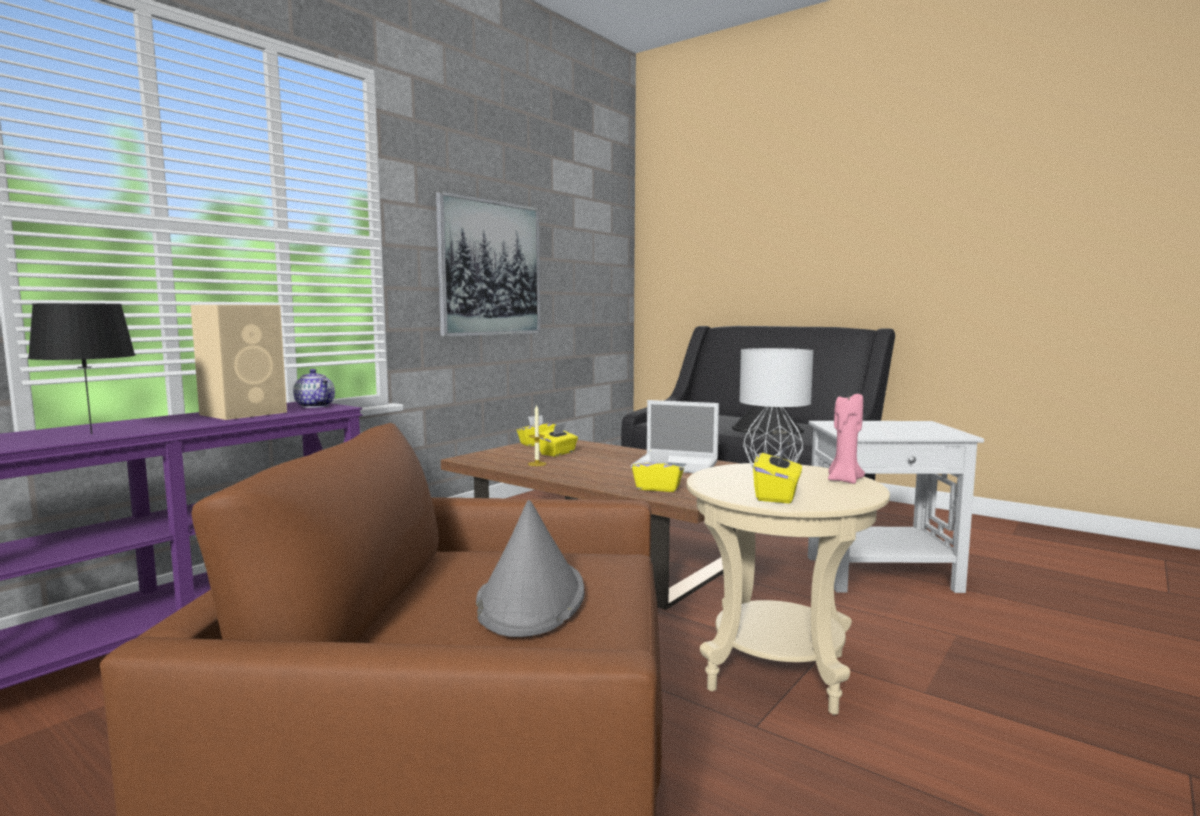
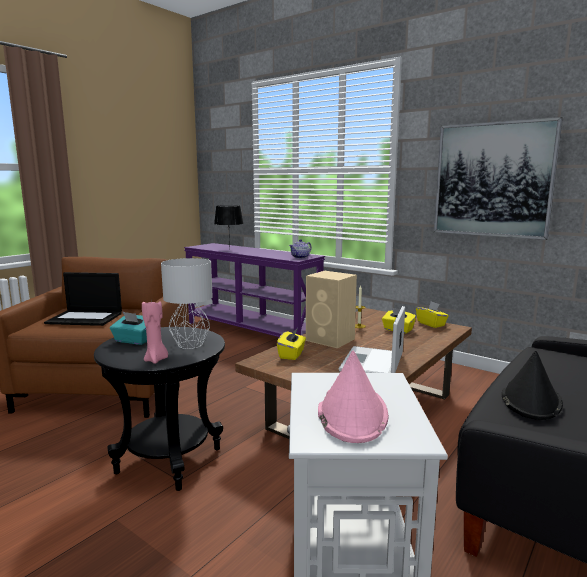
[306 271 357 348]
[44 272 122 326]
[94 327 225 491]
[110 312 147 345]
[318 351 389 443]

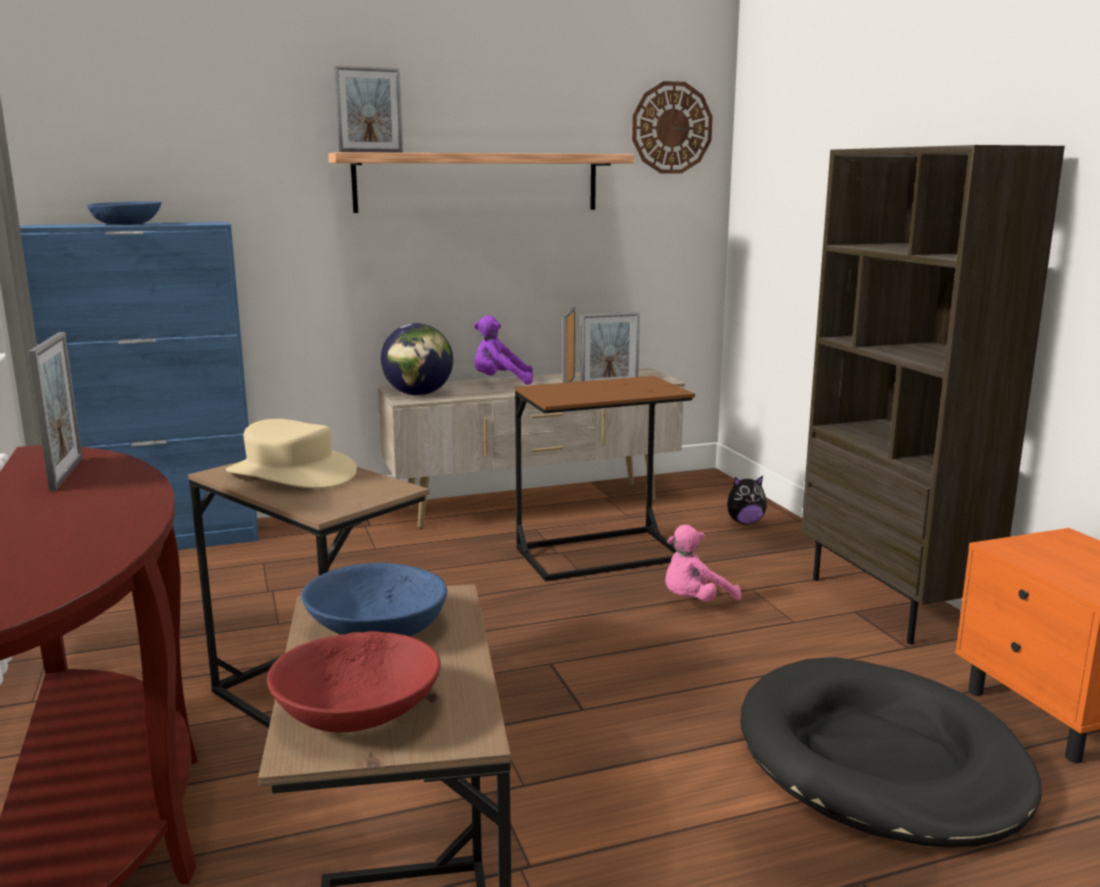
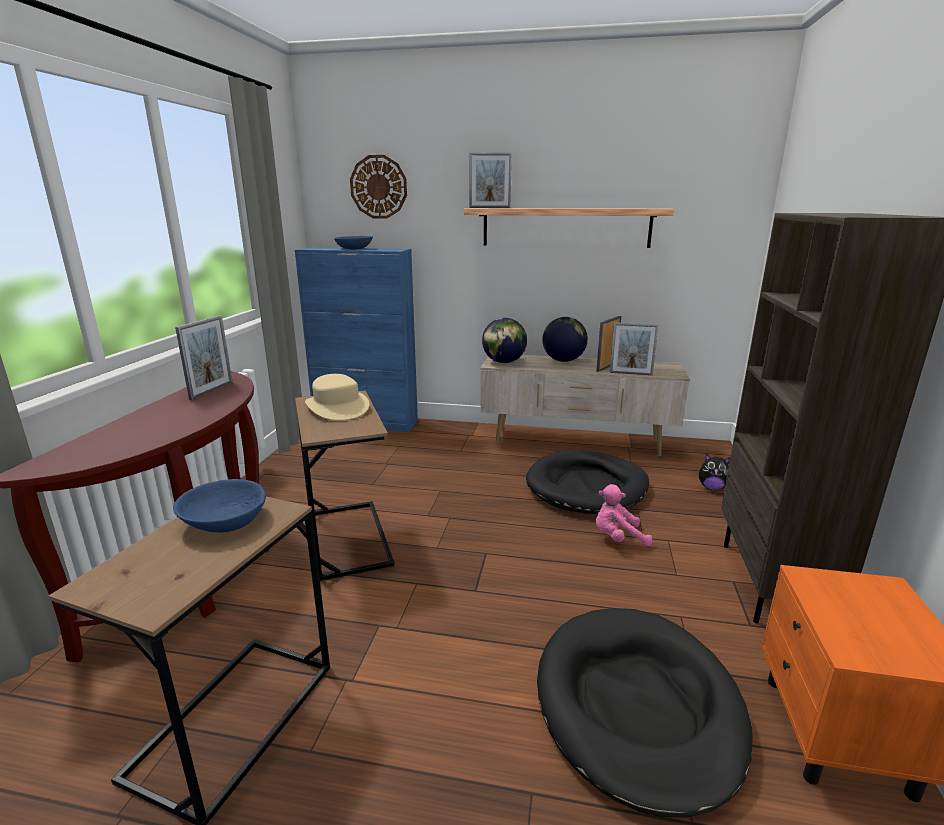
[267 631 441 733] (first image)
[542 317 588 362]
[526 449 649 514]
[350 155 407 218]

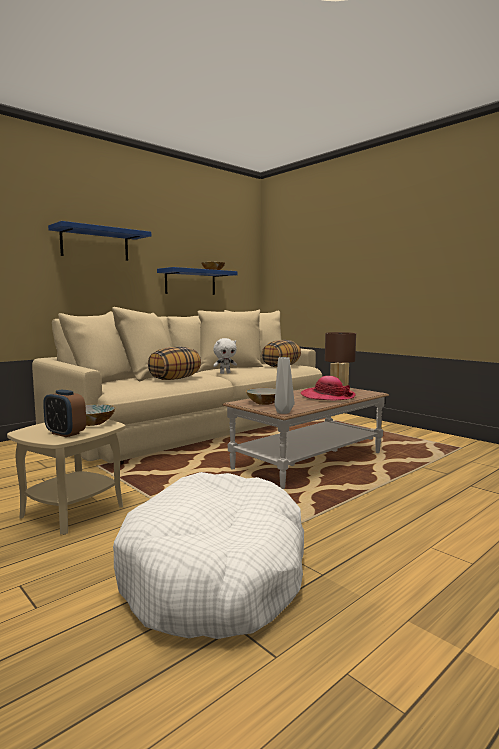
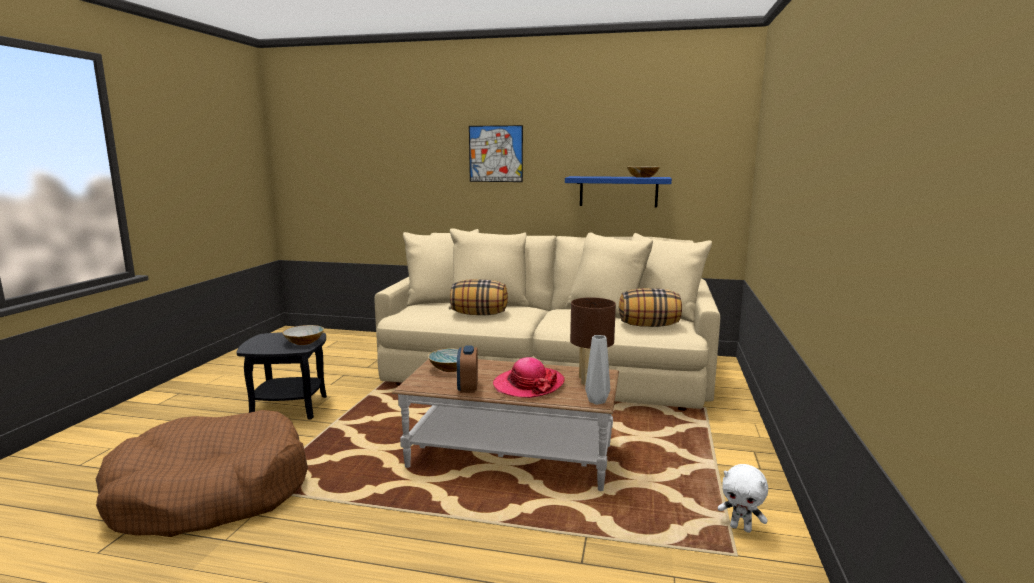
[237 332 327 419]
[457 345 478 393]
[469 125 523 182]
[96 410 308 537]
[718 464 768 533]
[585 335 610 405]

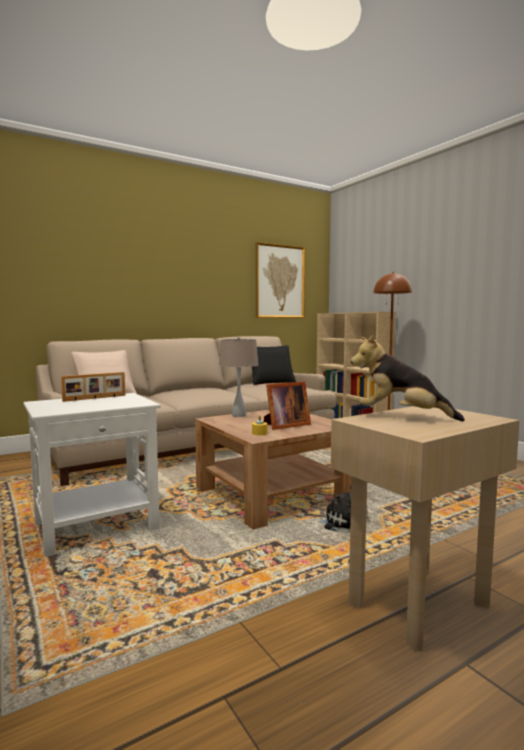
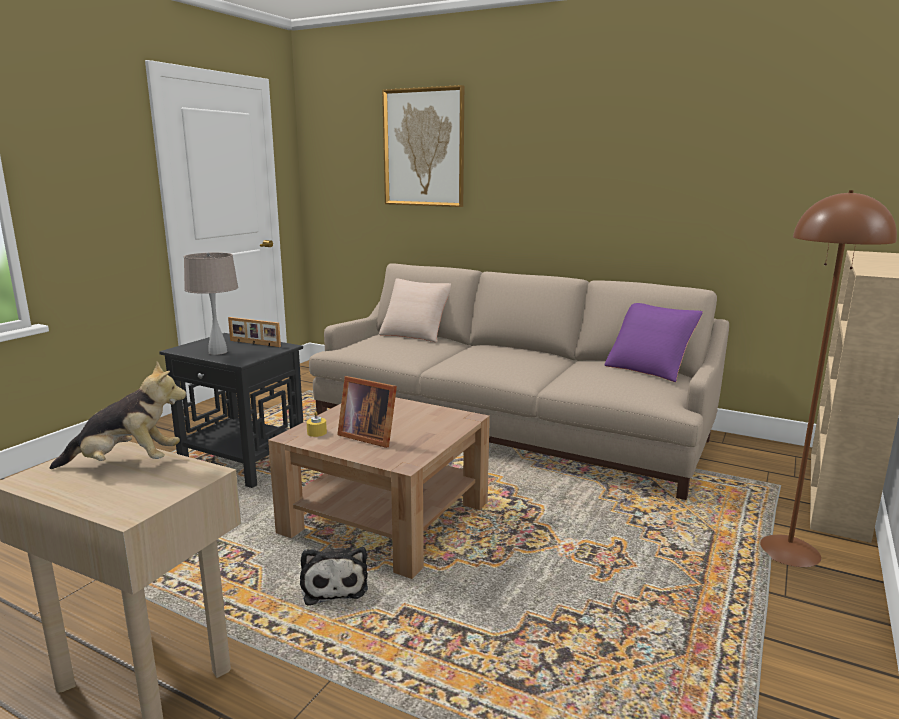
[159 333 303 488]
[184 252 238 355]
[604 303 703 382]
[382 85 464 207]
[50 362 186 469]

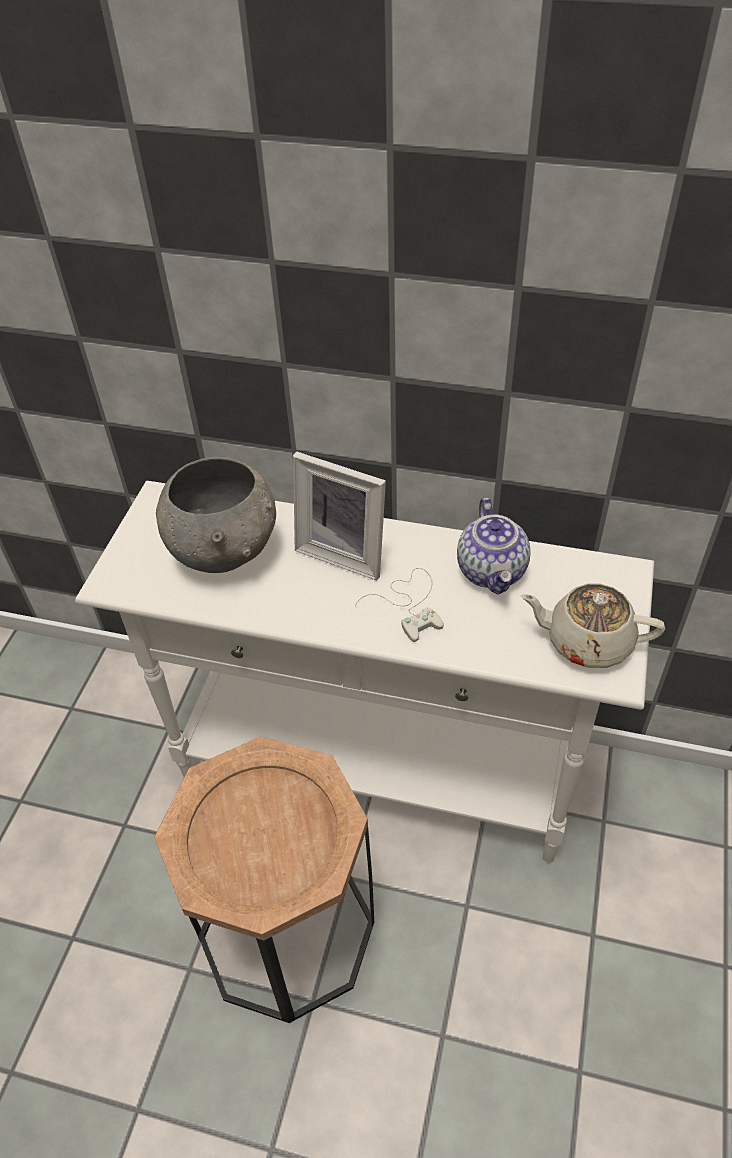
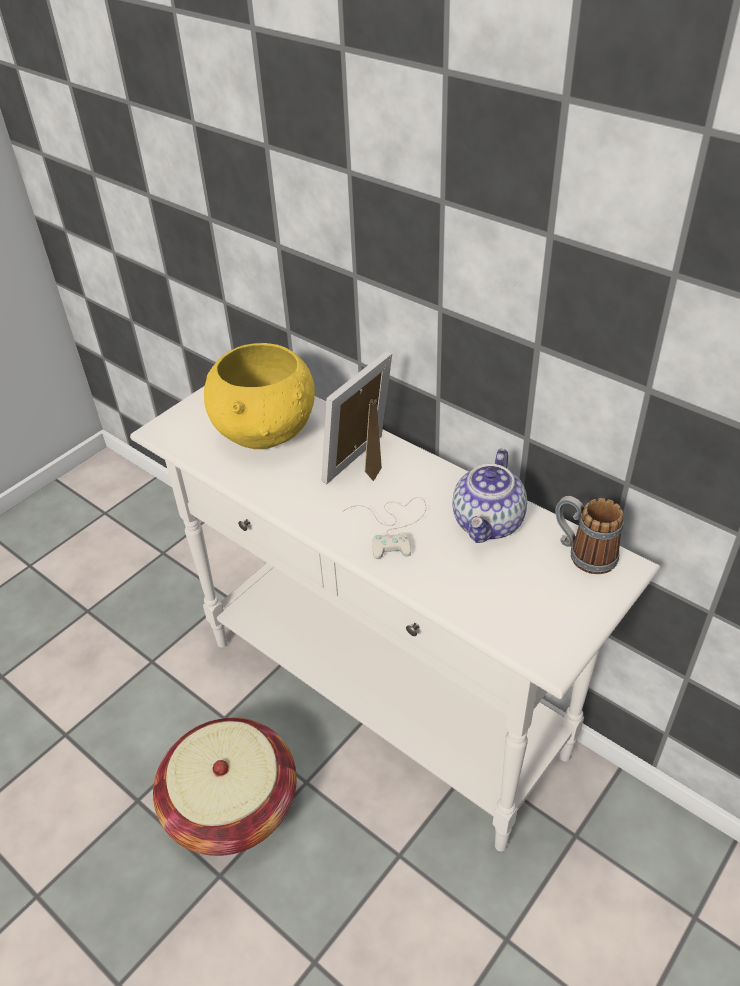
[153 718 297 856]
[204 343 315 449]
[322 351 392 484]
[520 583 665 668] (first image)
[555 496 623 574]

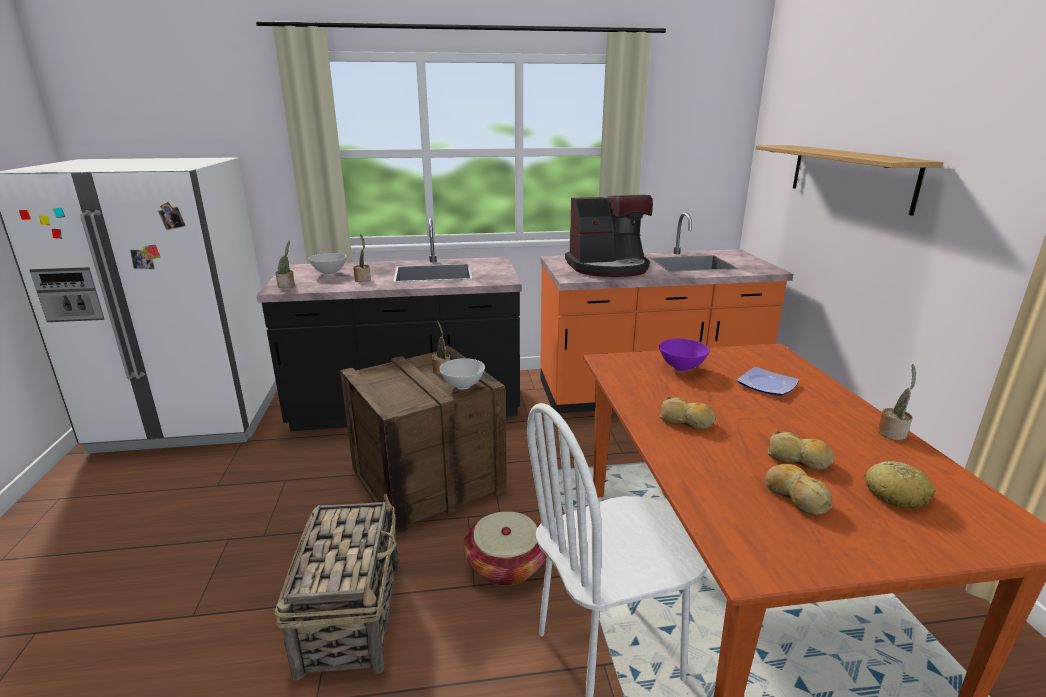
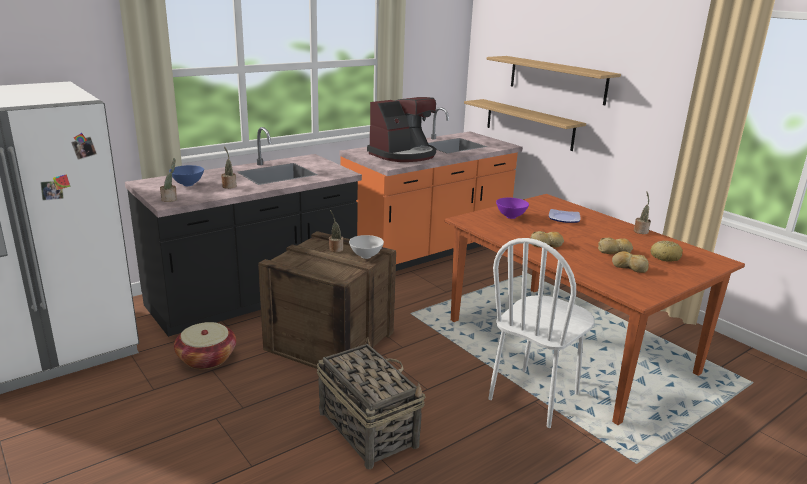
[169 165 204 186]
[174 322 236 369]
[464 99 586 151]

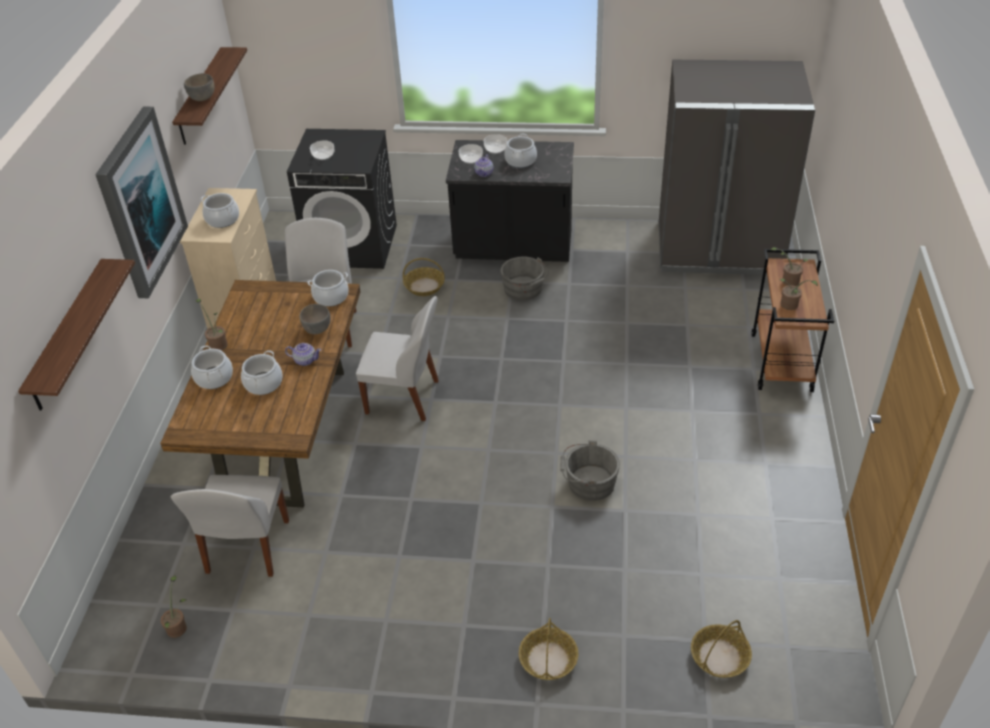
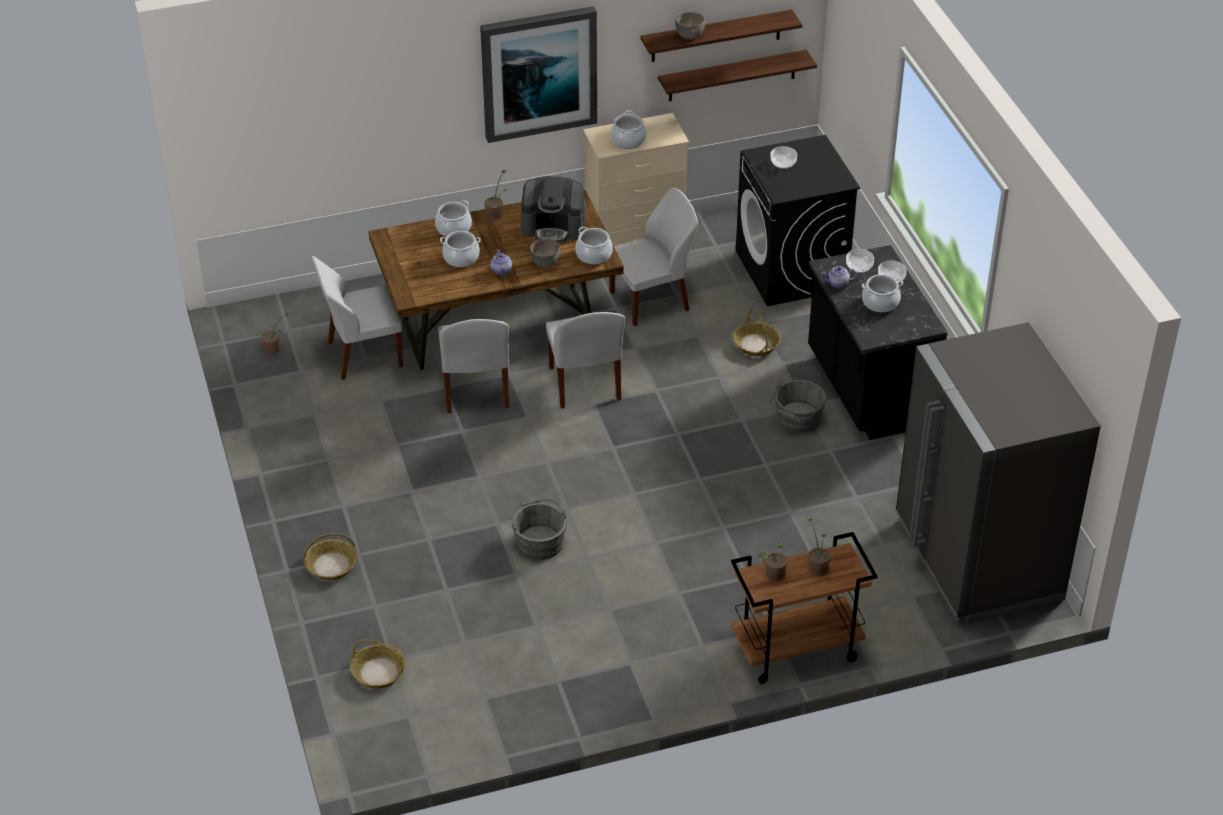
[658 50 817 101]
[438 319 509 413]
[521 176 585 243]

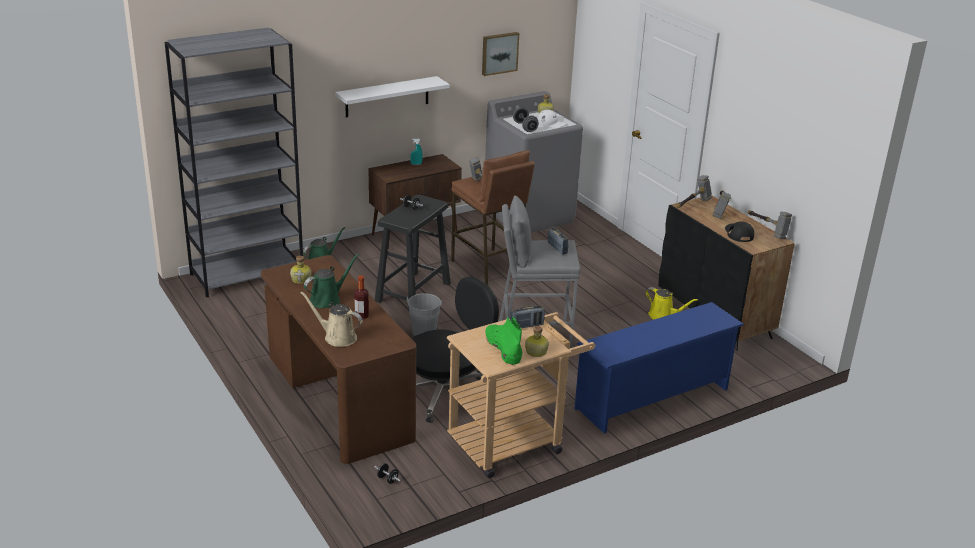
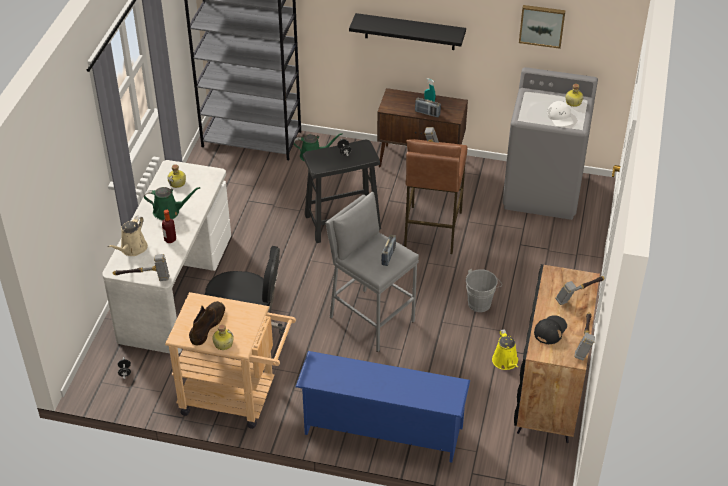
[102 160 231 354]
[107 216 148 256]
[349 13 466 50]
[466 269 502 312]
[189 301 225 345]
[415 98 441 117]
[513 107 539 132] (first image)
[112 254 170 281]

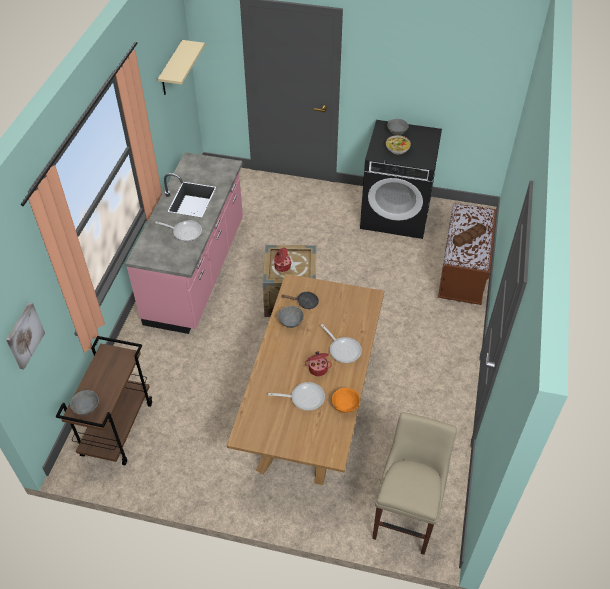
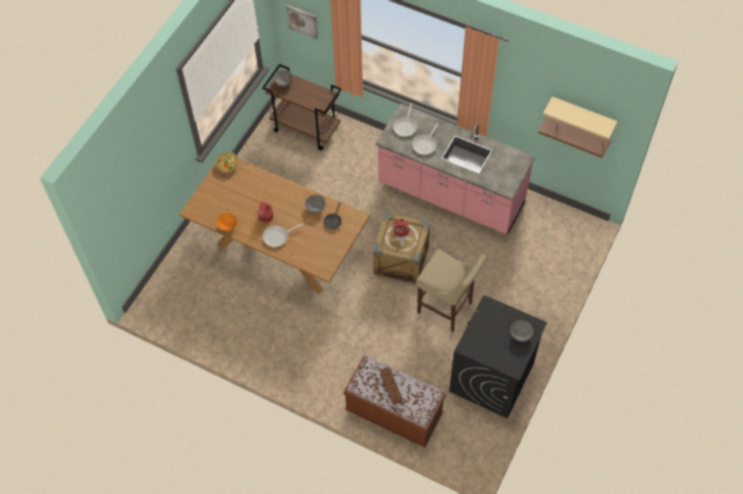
[393 103 417 137]
[416 249 486 332]
[215 152 239 172]
[538 116 611 158]

